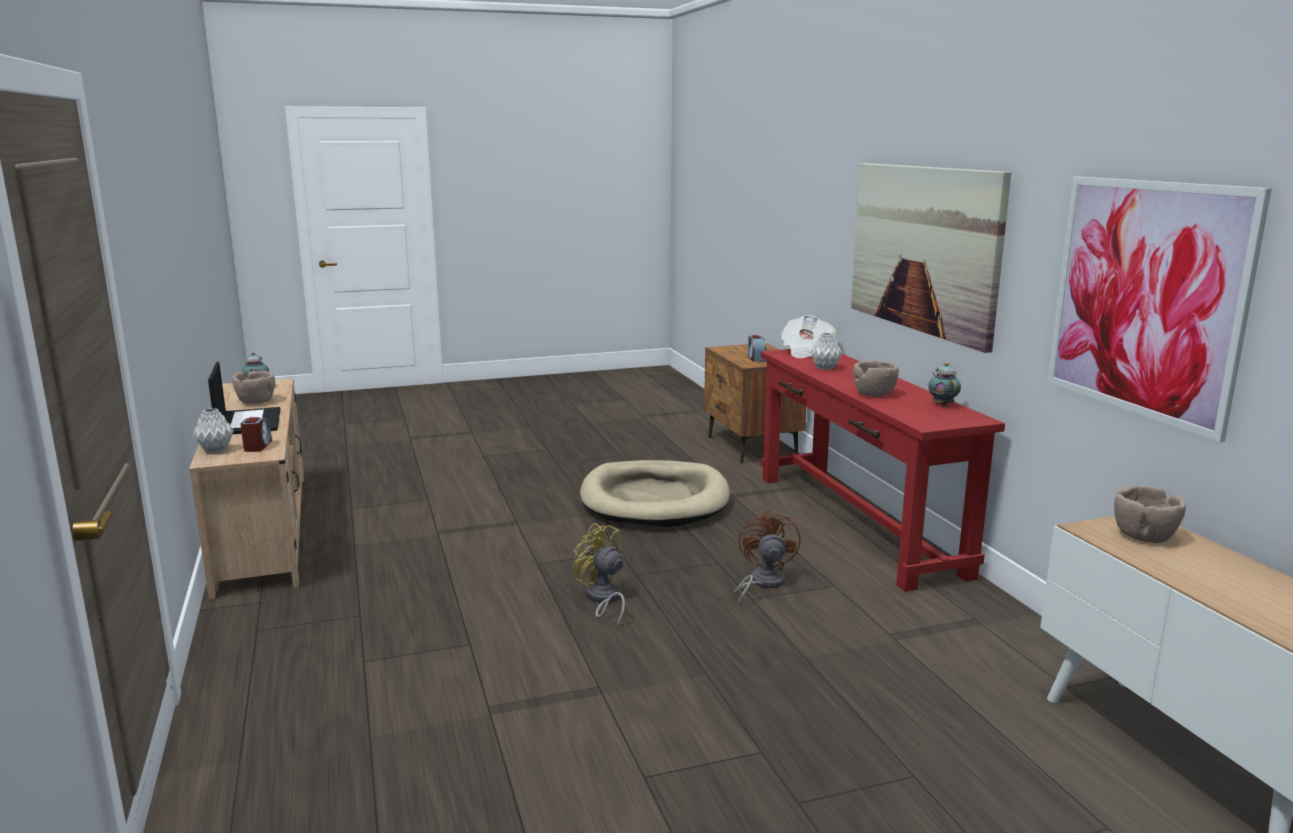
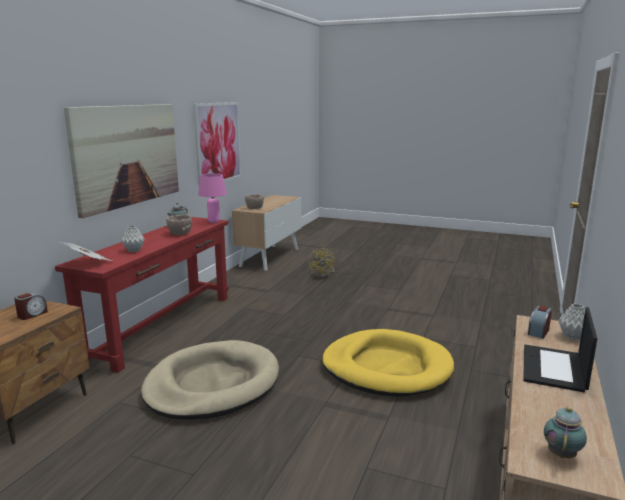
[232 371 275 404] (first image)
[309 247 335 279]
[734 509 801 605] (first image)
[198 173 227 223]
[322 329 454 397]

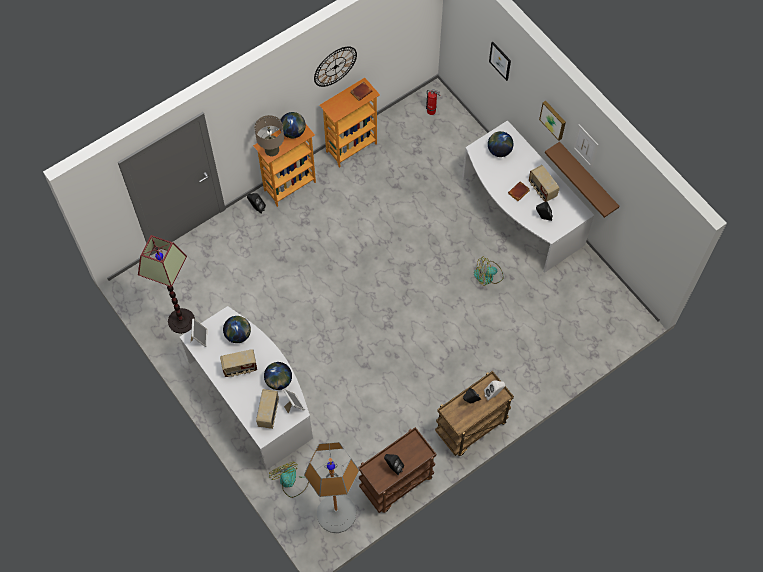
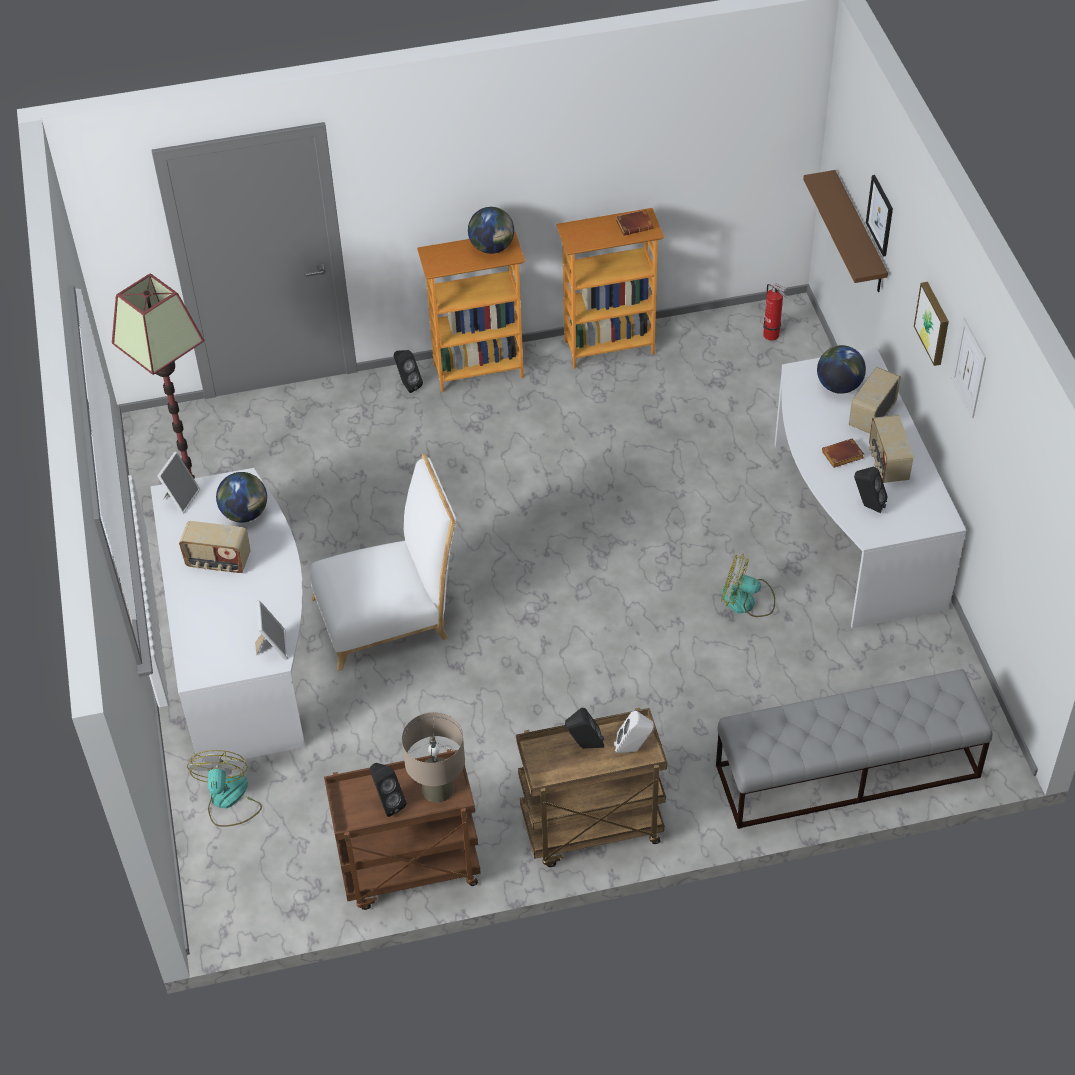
[402 712 465 803]
[849 367 901 434]
[264 362 292 390] (first image)
[304 442 359 533] (first image)
[314 47 357 87] (first image)
[803 170 888 292]
[310 453 456 671]
[716 669 992 829]

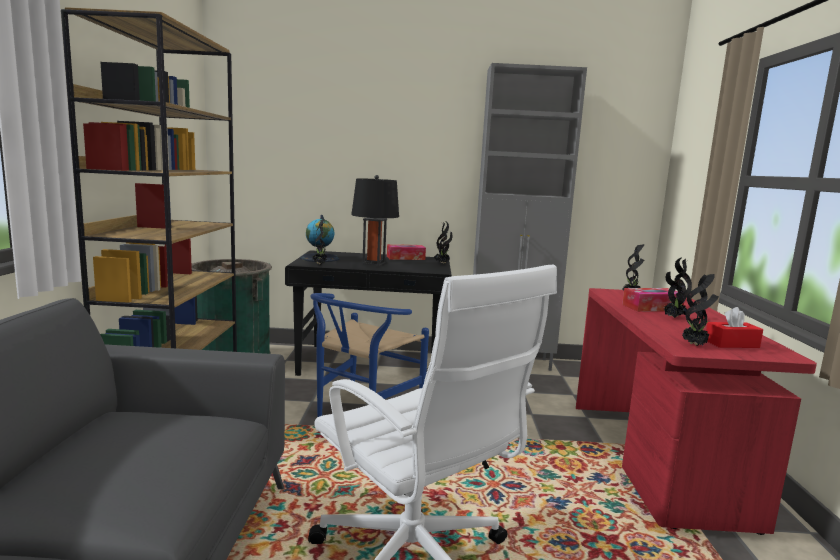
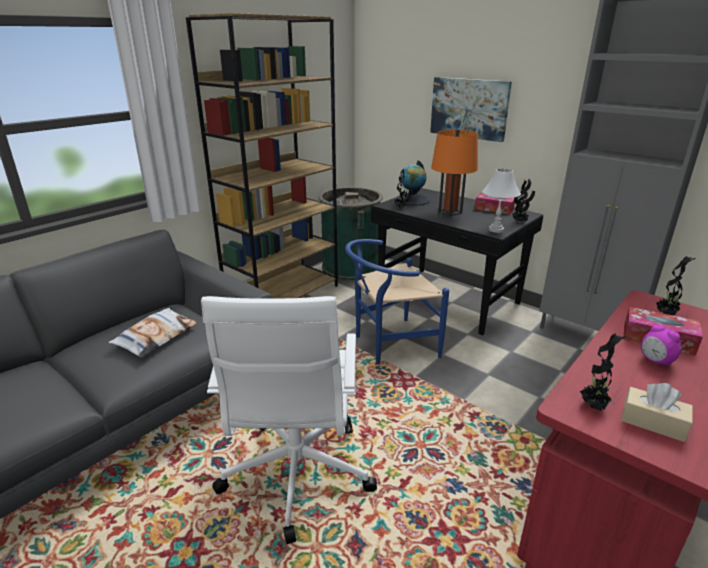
[431 128 478 217]
[641 325 681 367]
[621 383 693 442]
[108 308 198 358]
[430 77 512 142]
[482 168 521 233]

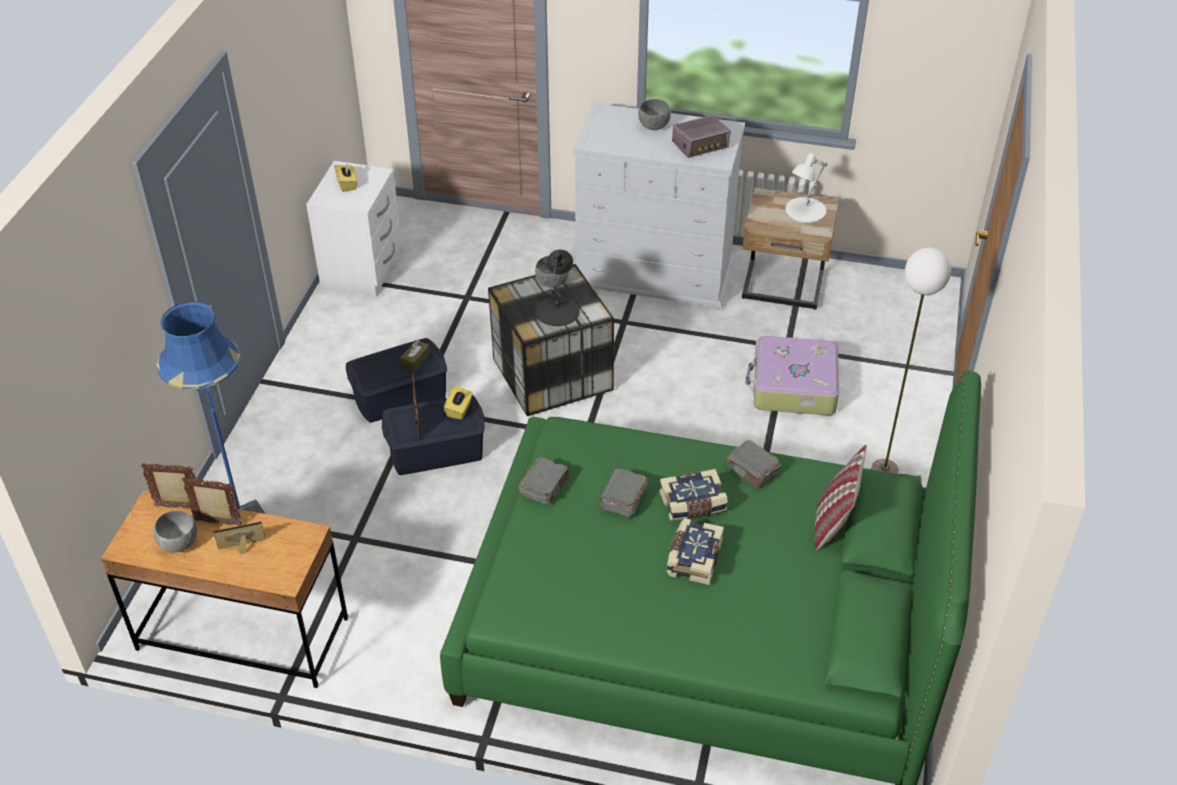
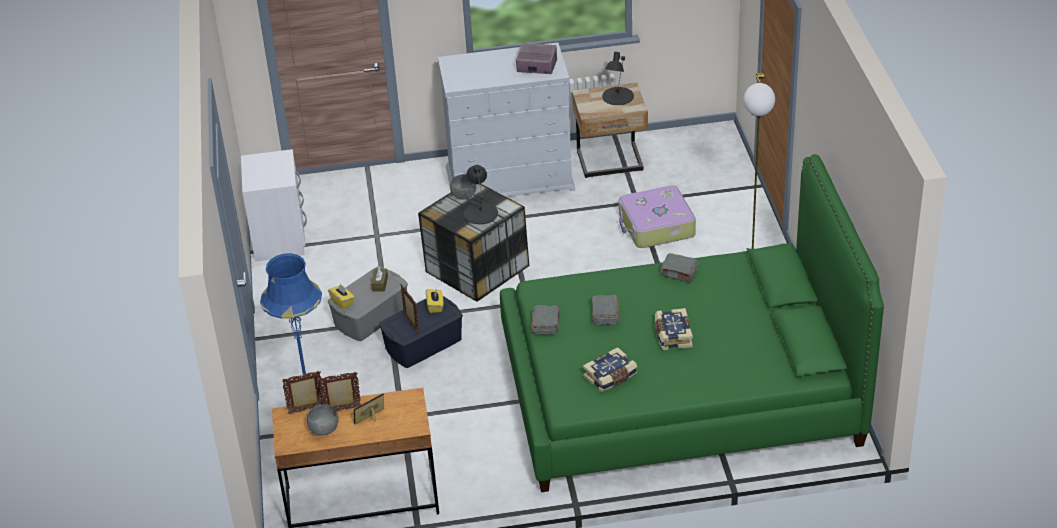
[328 284 355 309]
[328 267 408 341]
[638 99 671 130] (first image)
[583 347 637 393]
[516 43 557 74]
[602 52 634 105]
[815 445 867 550] (first image)

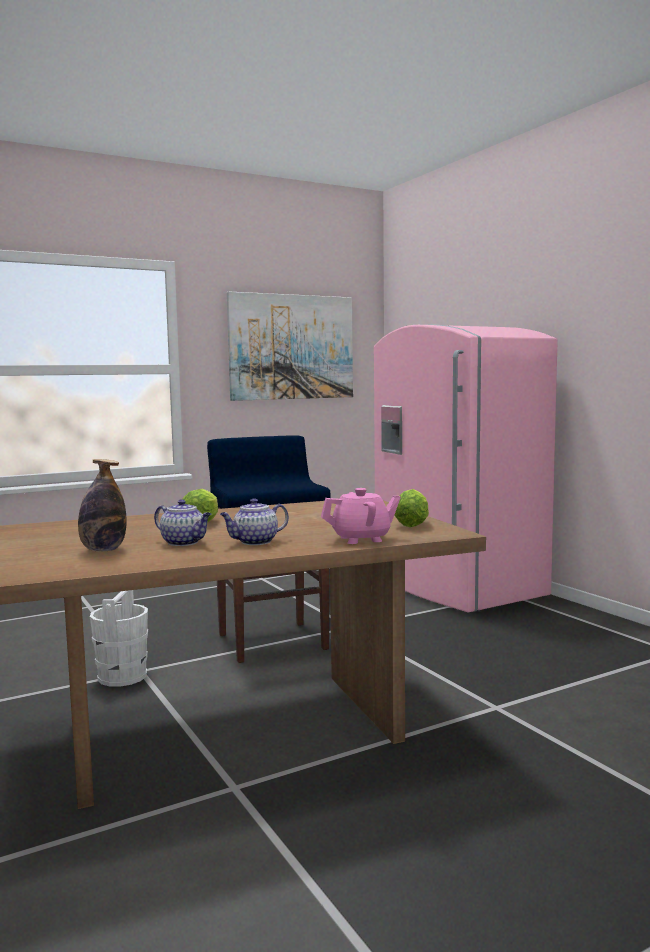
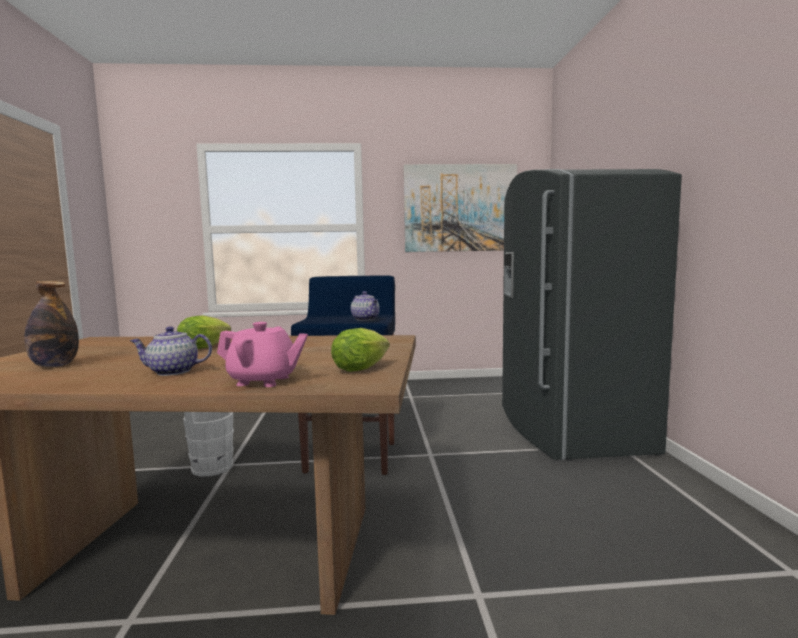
[351 291 380 321]
[502 169 682 461]

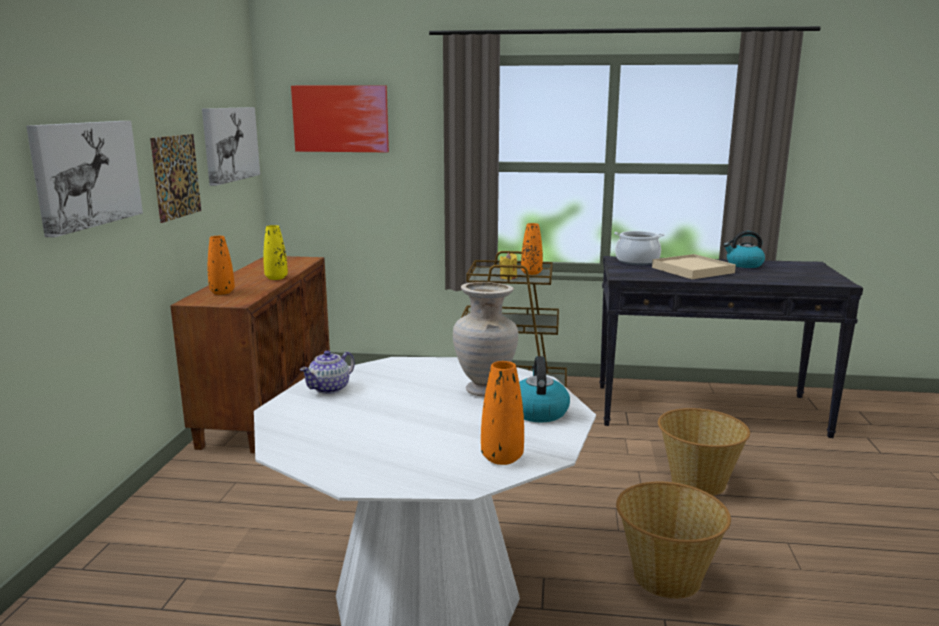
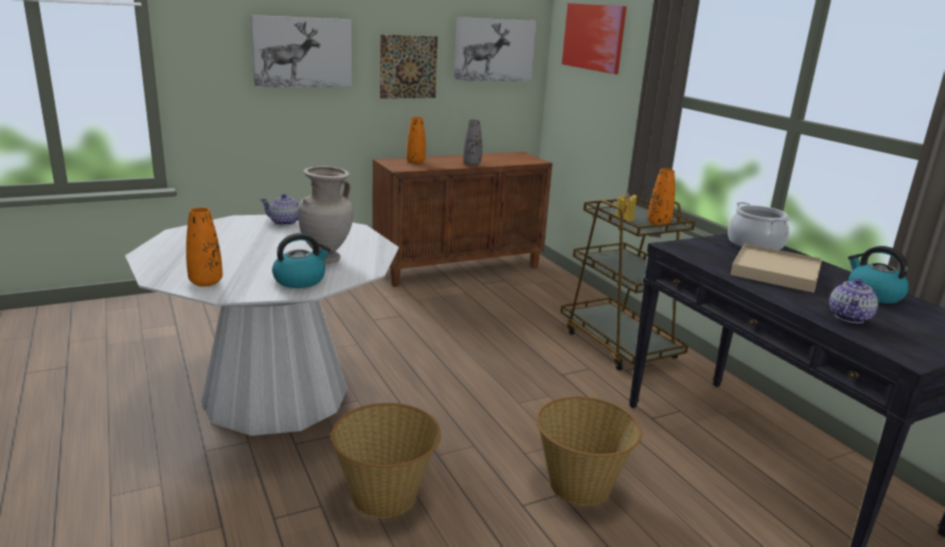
[463 120 482 166]
[829 278 878 323]

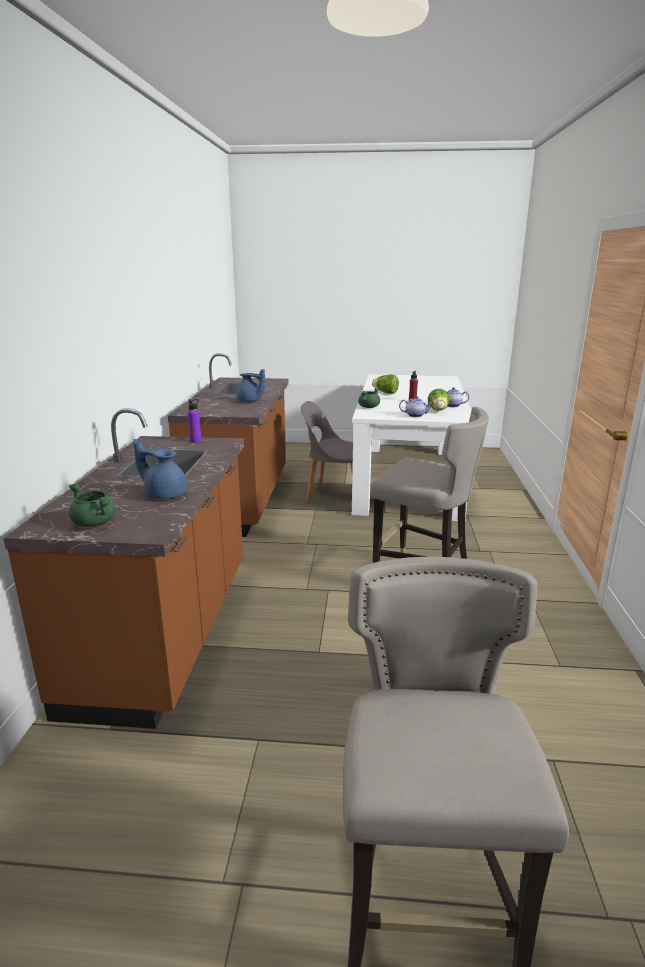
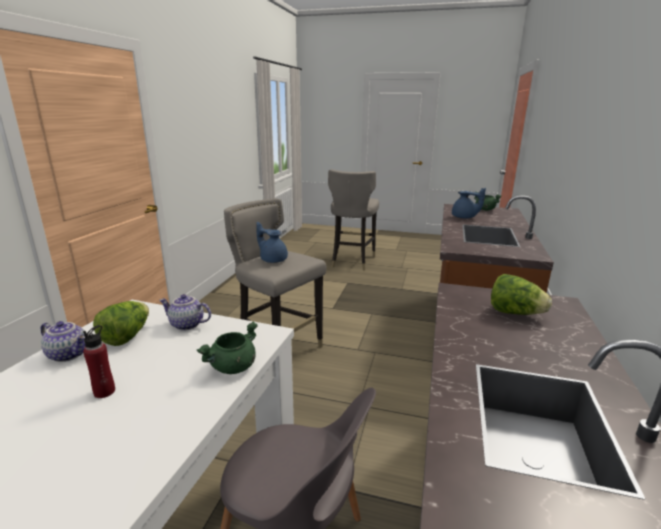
[187 399 202 443] (first image)
[256 222 288 263]
[491 274 552 315]

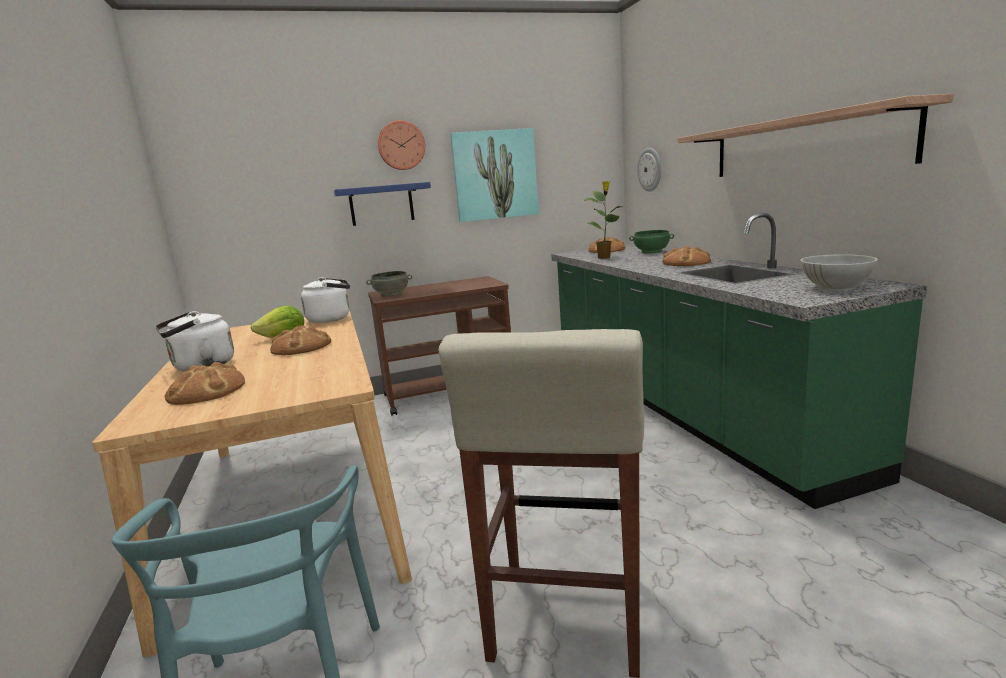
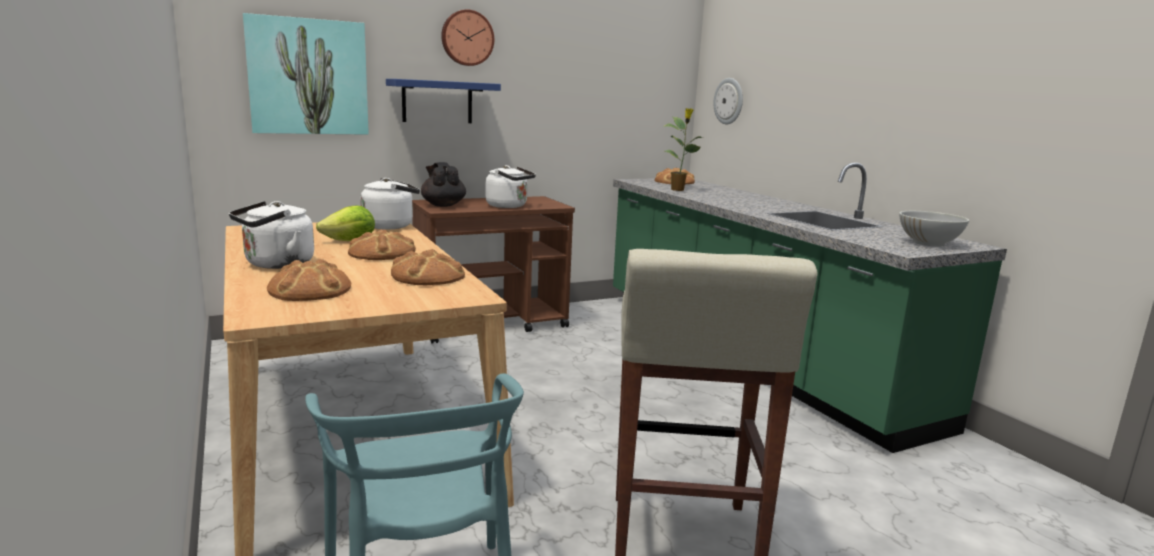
[421 162 466 207]
[243 13 369 135]
[629 230 674 253] (first image)
[391 249 465 285]
[678 94 954 177] (first image)
[486 165 536 208]

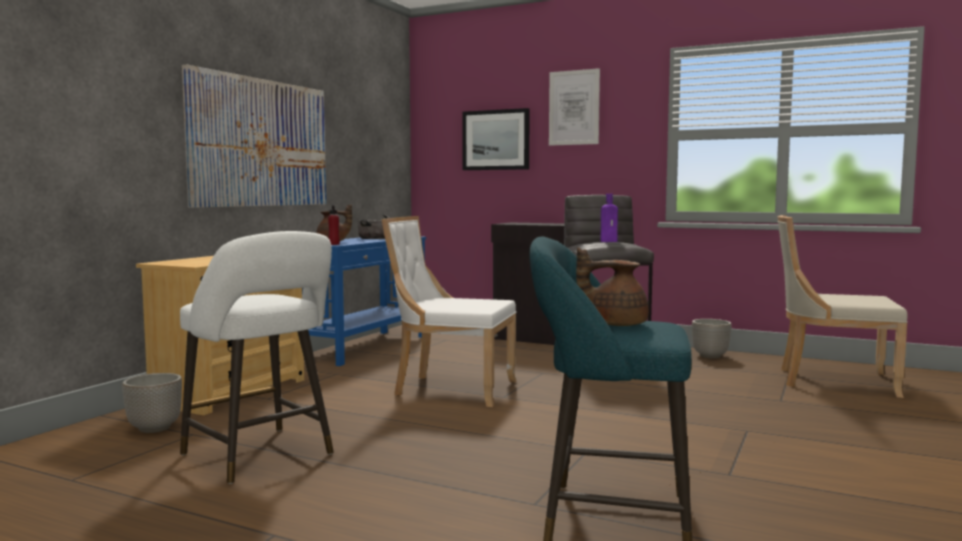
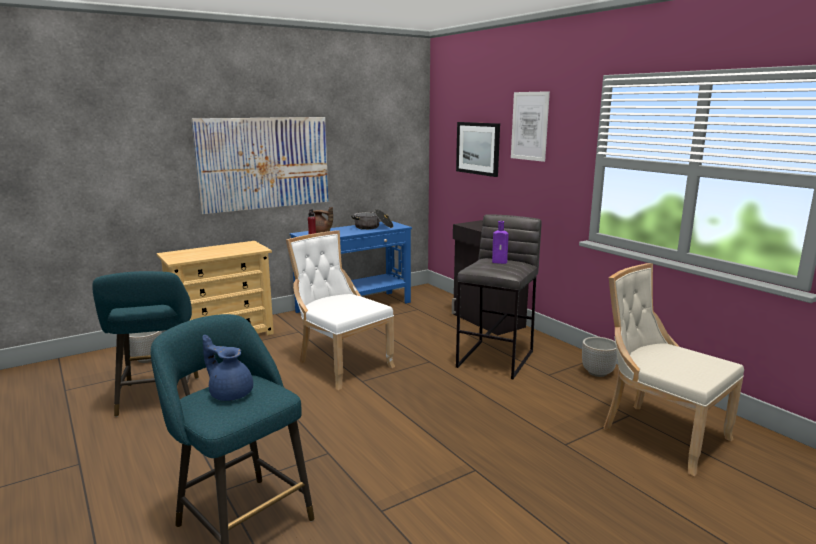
[92 271 199 417]
[202 335 253 401]

